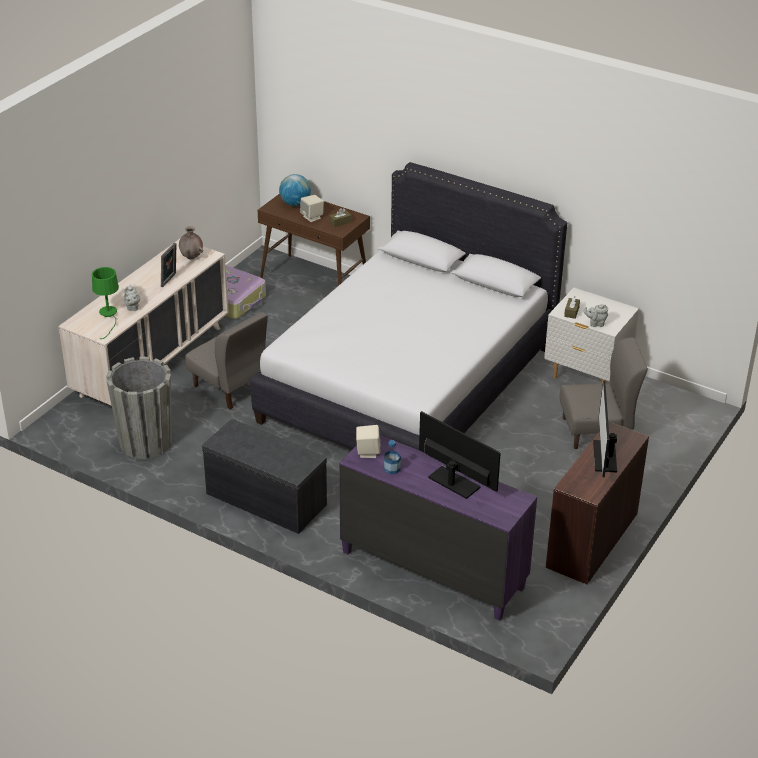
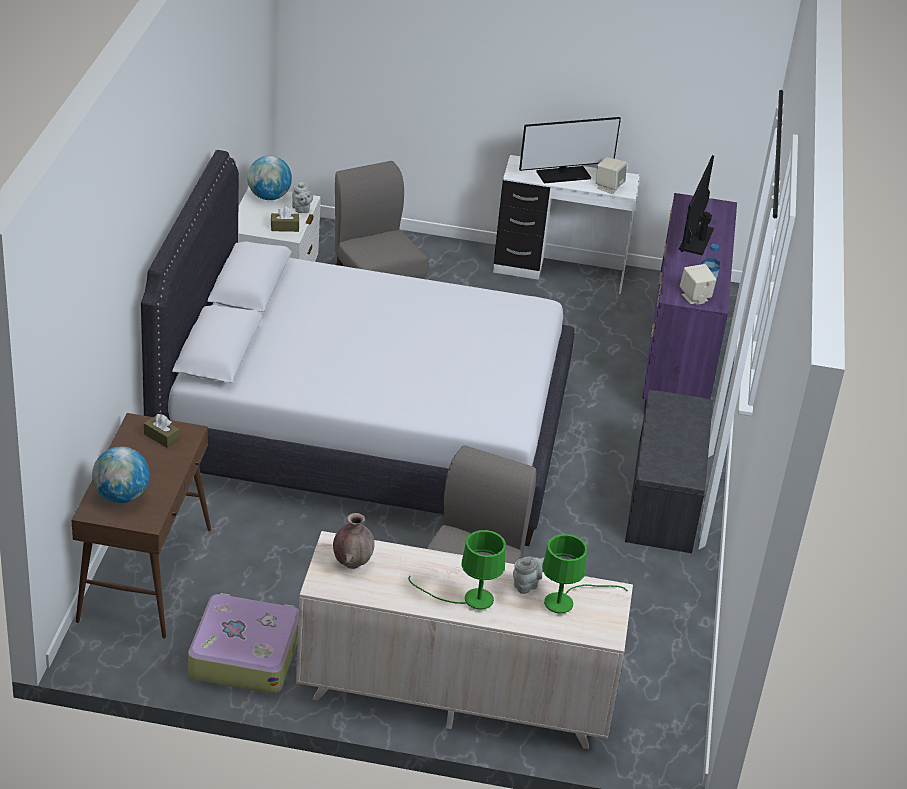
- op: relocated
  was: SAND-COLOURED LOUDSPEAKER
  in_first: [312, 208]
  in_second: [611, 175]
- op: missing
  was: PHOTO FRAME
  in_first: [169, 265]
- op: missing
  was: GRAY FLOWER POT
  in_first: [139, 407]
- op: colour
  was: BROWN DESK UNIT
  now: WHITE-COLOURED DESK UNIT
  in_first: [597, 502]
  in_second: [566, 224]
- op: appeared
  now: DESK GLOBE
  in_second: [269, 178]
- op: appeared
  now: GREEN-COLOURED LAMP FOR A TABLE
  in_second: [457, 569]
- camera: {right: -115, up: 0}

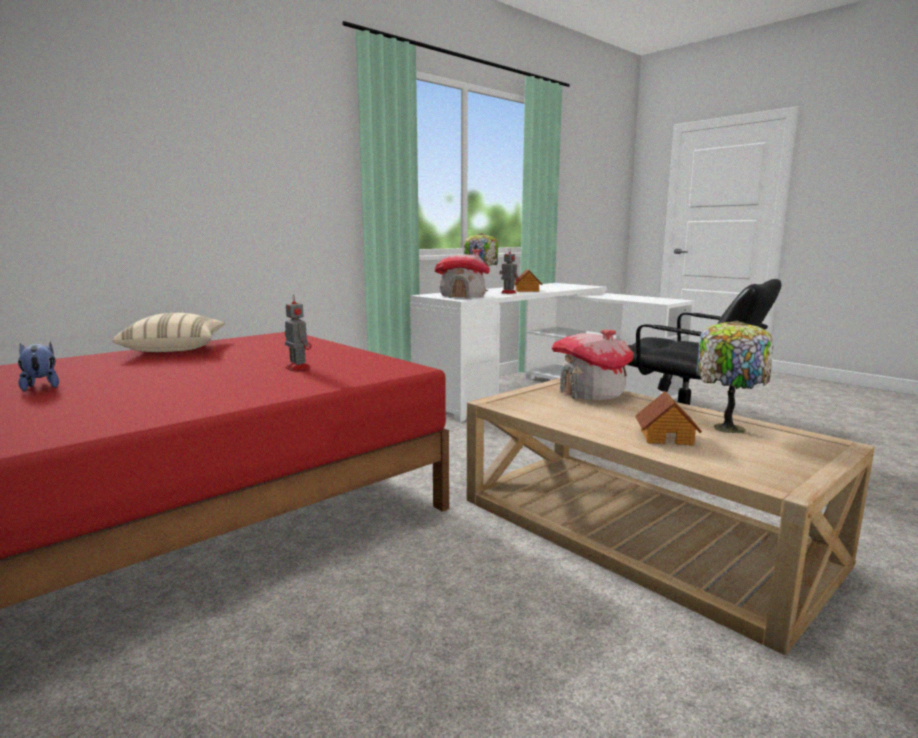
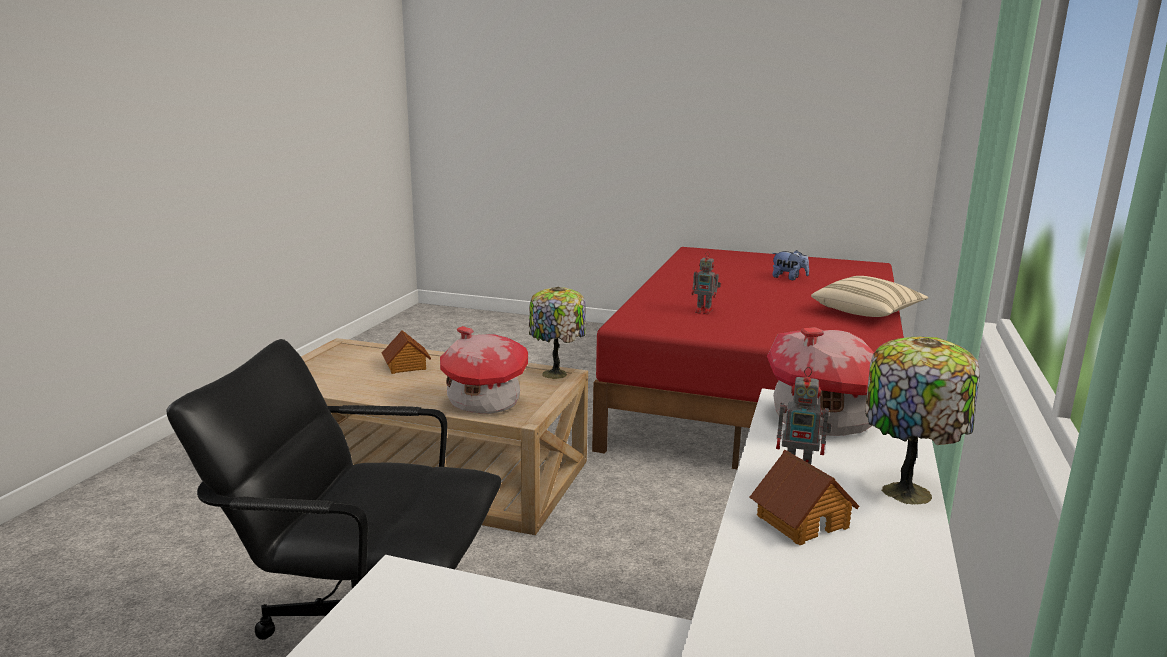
- op: relocated
  was: LAMP FOR A TABLE
  in_first: [734, 376]
  in_second: [557, 333]
- camera: {right: 150, up: 5}

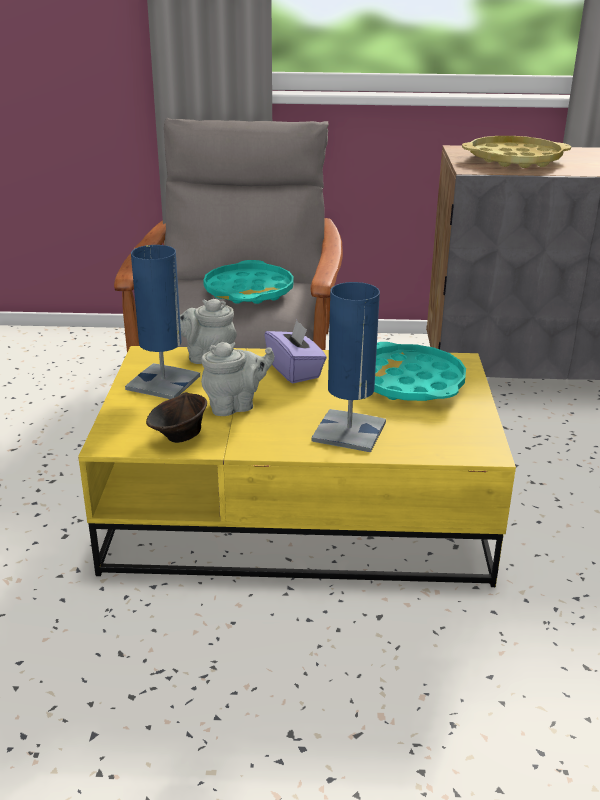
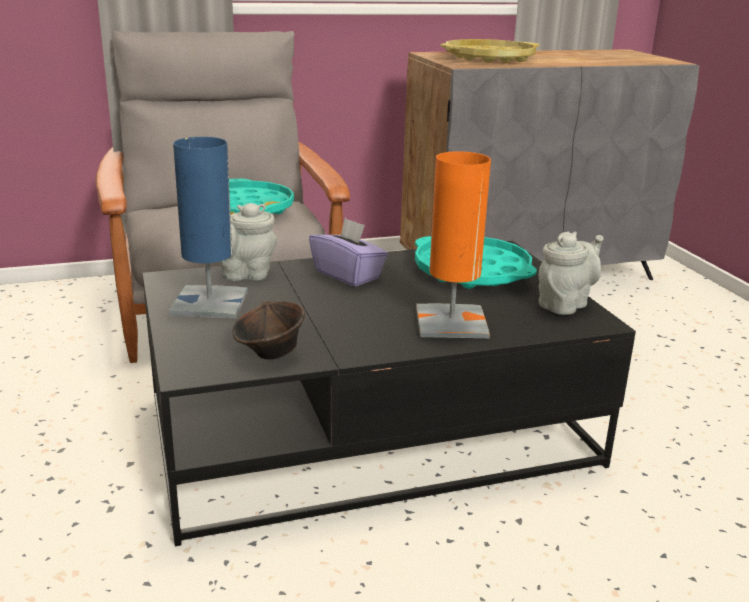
- op: colour
  was: BLUISH LAMP FOR A TABLE
  now: ORANGE LAMP FOR A TABLE
  in_first: [348, 367]
  in_second: [453, 244]
- op: relocated
  was: GRAY TEAPOT
  in_first: [237, 379]
  in_second: [571, 273]
- op: colour
  was: YELLOW-COLOURED LOUNGE TABLE
  now: BLACK-COLOURED LOUNGE TABLE
  in_first: [297, 466]
  in_second: [389, 393]
- camera: {right: -20, up: -5}

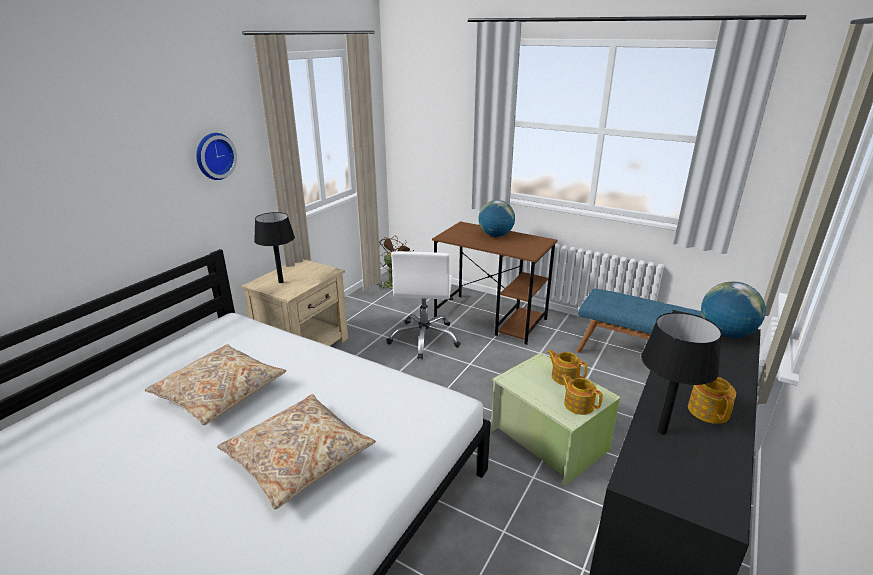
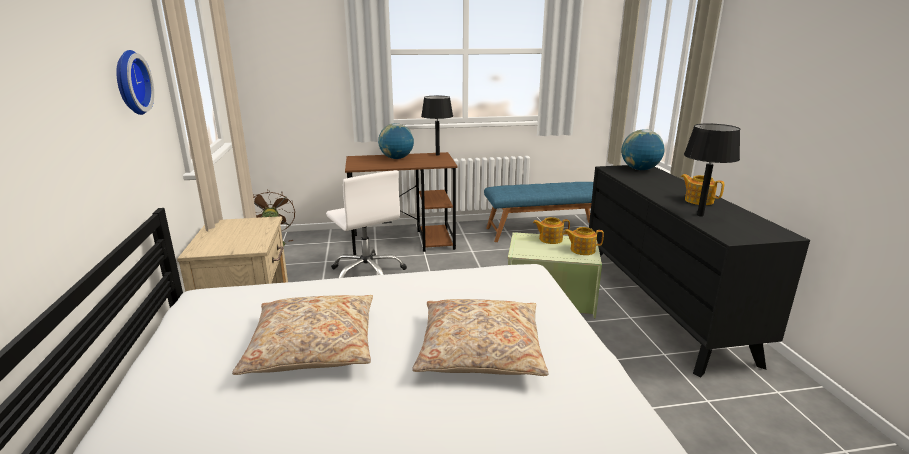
- op: relocated
  was: BLACK-COLOURED LAMP FOR A TABLE
  in_first: [274, 247]
  in_second: [437, 126]
- camera: {right: -40, up: -5}

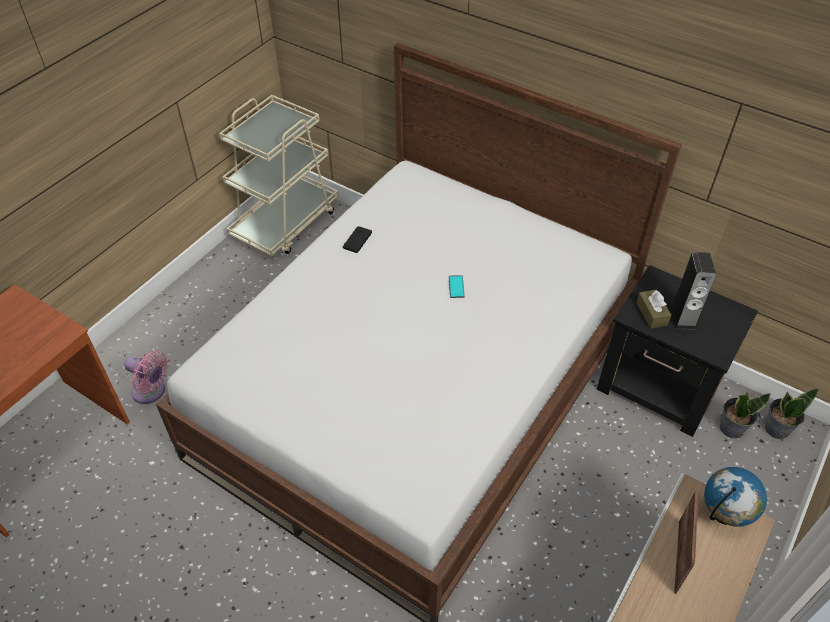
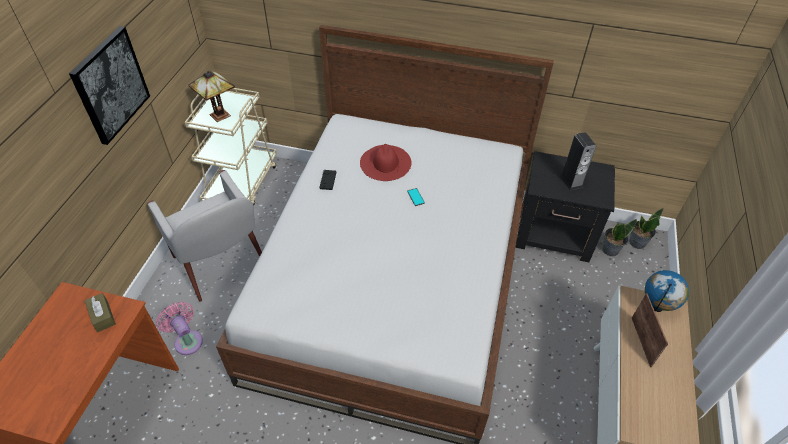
- op: relocated
  was: BROWN TISSUE BOX
  in_first: [654, 309]
  in_second: [100, 312]
- op: spun
  was: PINK COOLING FAN
  in_first: [146, 377]
  in_second: [179, 328]
  clockwise: -135
- op: appeared
  now: WALL ART
  in_second: [109, 85]
- op: appeared
  now: LAMP FOR A TABLE
  in_second: [212, 96]
- op: appeared
  now: REDDISH HAT
  in_second: [386, 162]
- op: appeared
  now: WHITE-COLOURED EASY CHAIR
  in_second: [205, 236]
- camera: {right: -20, up: 0}

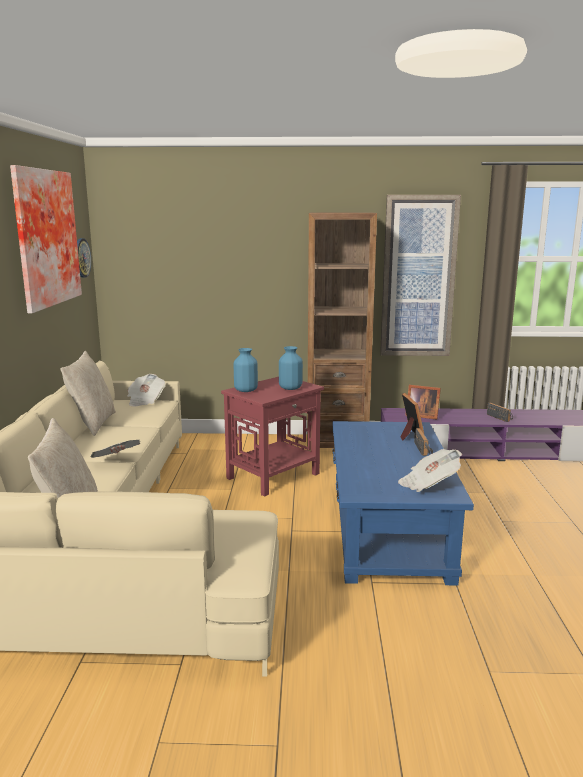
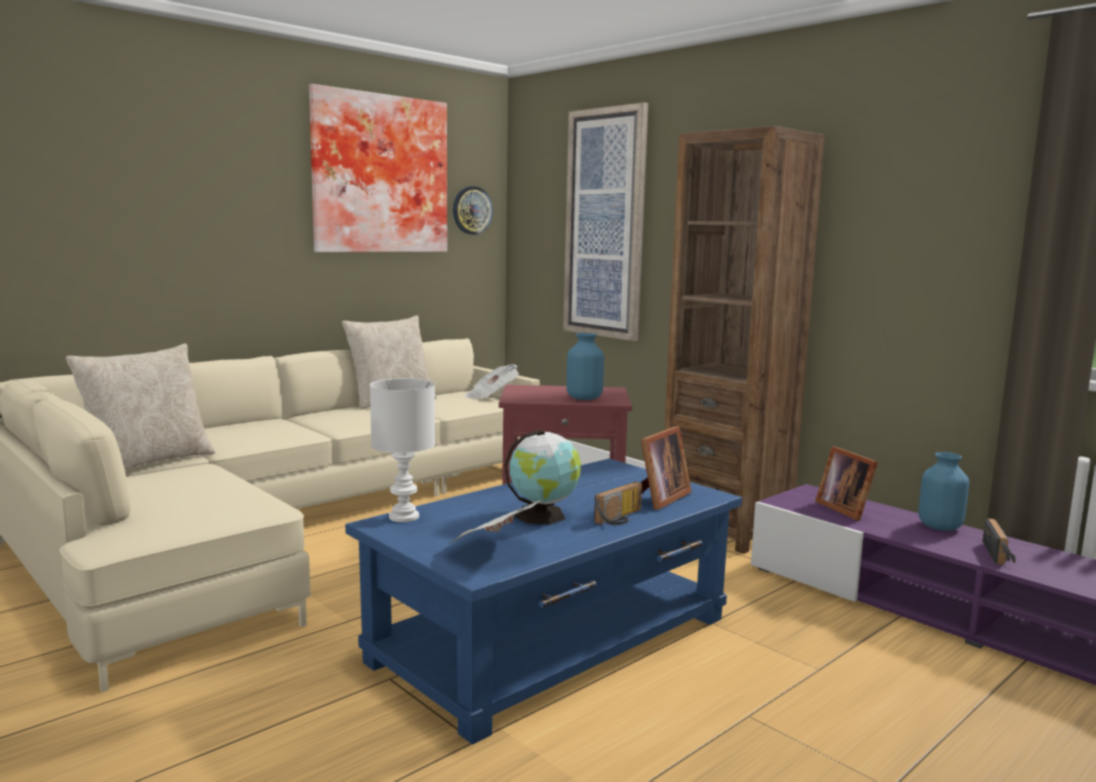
- op: relocated
  was: WALL ART
  in_first: [420, 275]
  in_second: [605, 221]
- op: relocated
  was: BLUISH DECORATIVE VASE
  in_first: [246, 370]
  in_second: [943, 491]
- op: missing
  was: DAILY PAPER
  in_first: [115, 449]
- op: appeared
  now: WHITE-COLOURED LAMP FOR A TABLE
  in_second: [402, 450]
- op: appeared
  now: DESK GLOBE
  in_second: [542, 477]
- camera: {right: 45, up: -5}

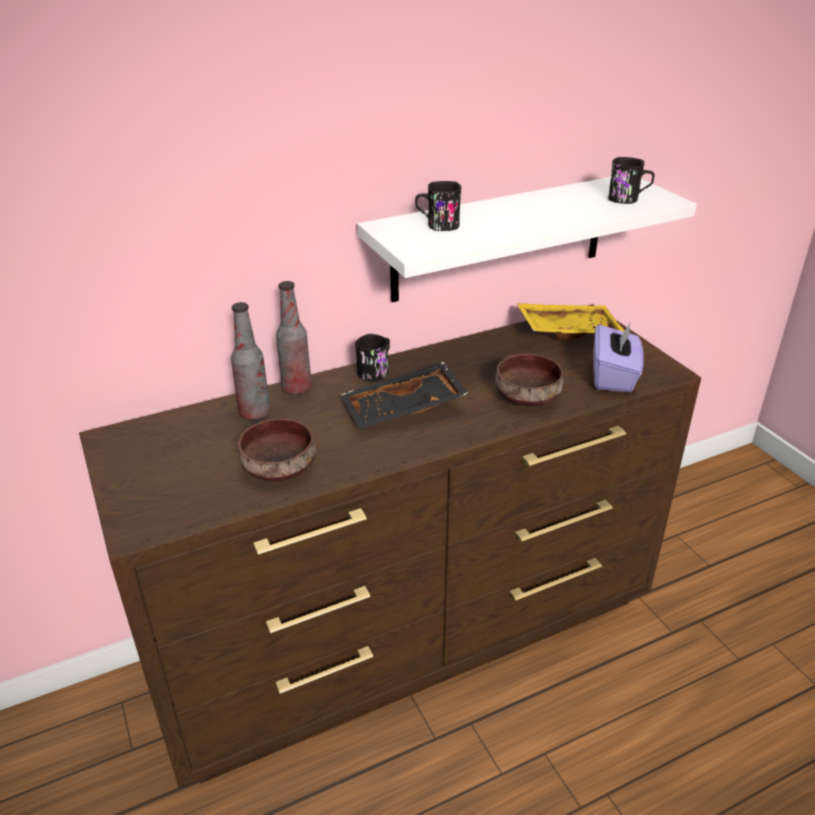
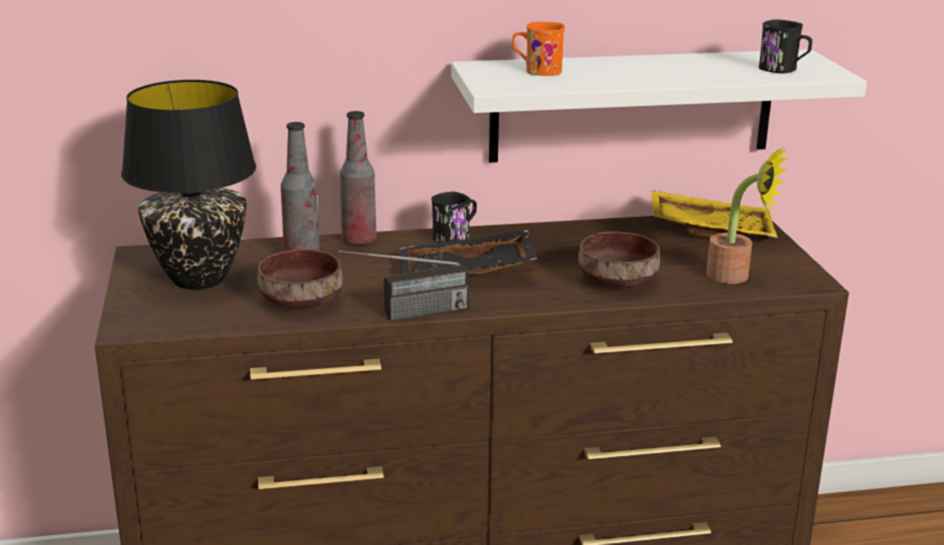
- op: colour
  was: BLACK-COLOURED MUG
  now: ORANGE MUG
  in_first: [438, 206]
  in_second: [538, 49]
- op: exchanged
  was: PURPLE TISSUE BOX
  now: HOUSEPLANT
  in_first: [618, 356]
  in_second: [747, 215]
- op: appeared
  now: BLACK-COLOURED LAMP FOR A TABLE
  in_second: [188, 184]
- op: appeared
  now: RADIO SET
  in_second: [403, 285]
- camera: {right: 15, up: -10}

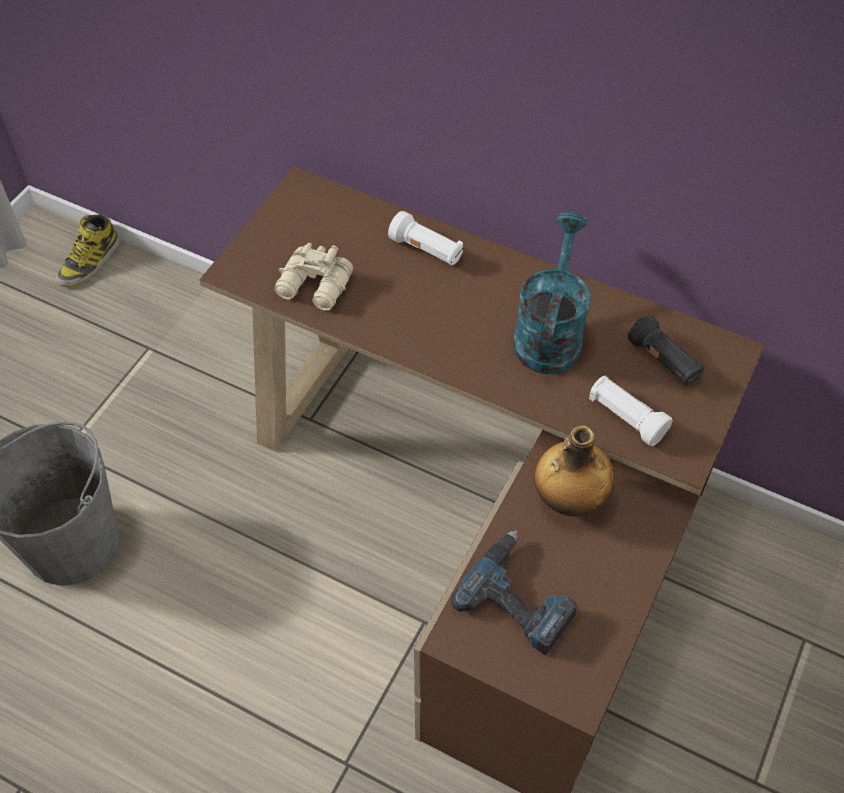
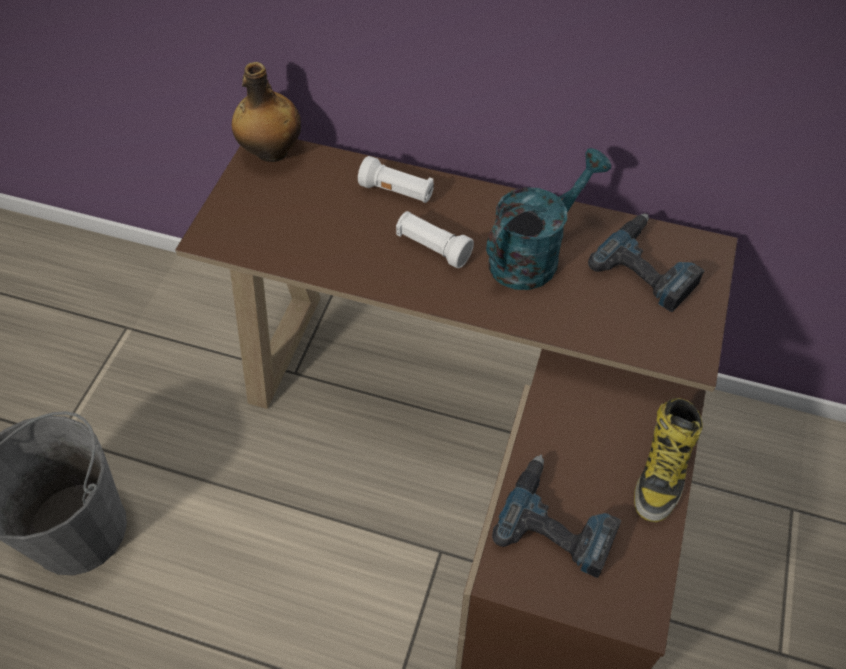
- op: spun
  was: BLUE-GREEN SPRINKLING CAN
  in_first: [552, 293]
  in_second: [548, 219]
  clockwise: 45
- op: relocated
  was: BOOT
  in_first: [88, 250]
  in_second: [668, 460]
- op: missing
  was: SAND-COLOURED FIELD GLASSES
  in_first: [313, 277]
- op: exchanged
  was: BLACK-COLOURED FLASHLIGHT
  now: DRILL
  in_first: [666, 350]
  in_second: [646, 263]
- op: relocated
  was: WHITE-COLOURED FLASHLIGHT
  in_first: [630, 411]
  in_second: [435, 239]
- op: relocated
  was: DRINK BOTTLE
  in_first: [574, 471]
  in_second: [266, 112]
- camera: {right: -10, up: 0}

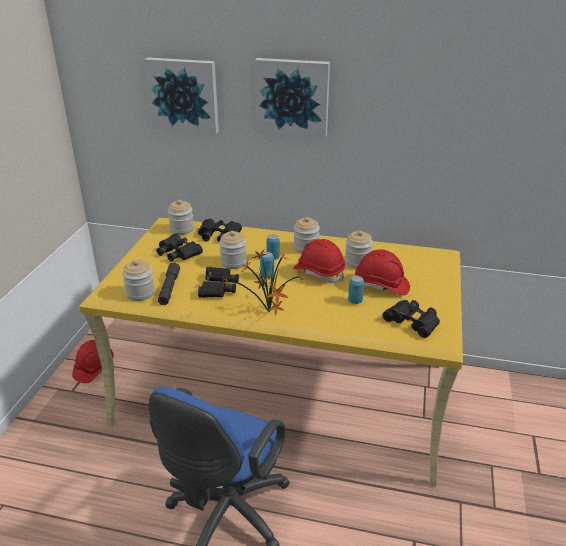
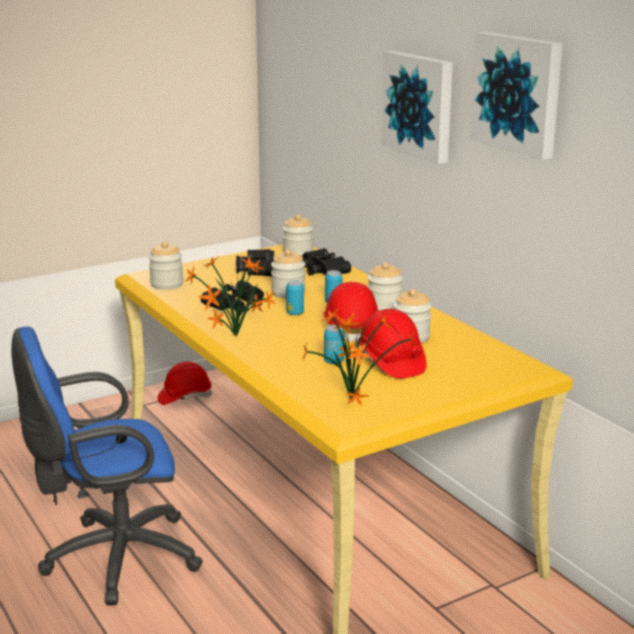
- op: relocated
  was: WALL ART
  in_first: [181, 96]
  in_second: [516, 96]
- op: missing
  was: GRAY FLASHLIGHT
  in_first: [169, 284]
- op: exchanged
  was: BLACK-COLOURED FIELD GLASSES
  now: HOUSEPLANT
  in_first: [411, 319]
  in_second: [358, 356]
- camera: {right: 45, up: -10}

